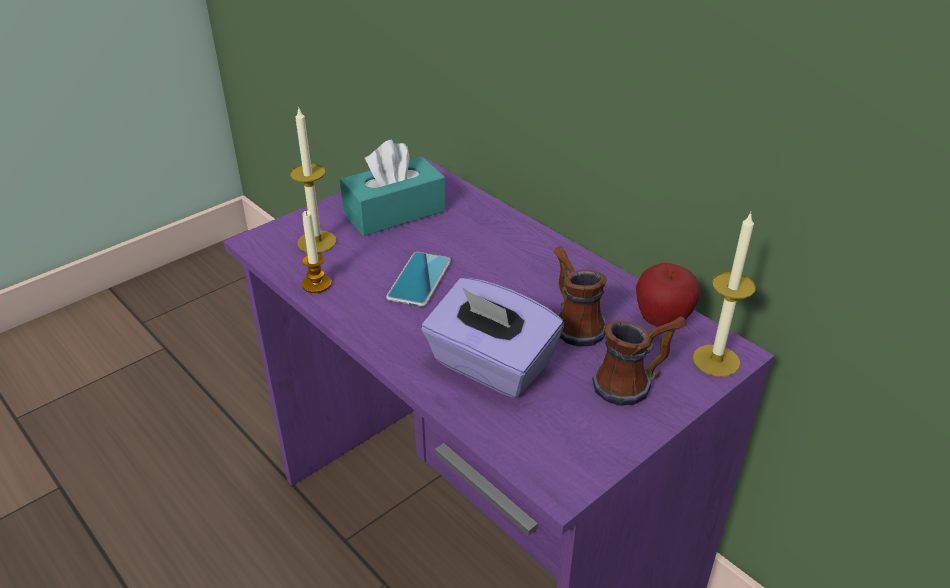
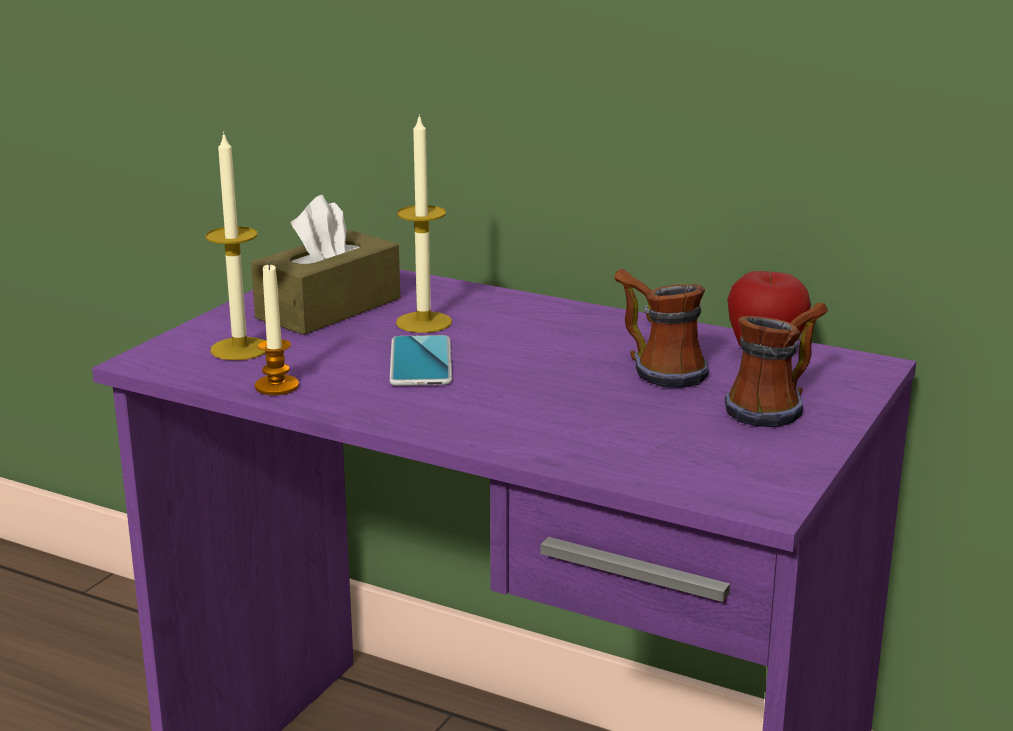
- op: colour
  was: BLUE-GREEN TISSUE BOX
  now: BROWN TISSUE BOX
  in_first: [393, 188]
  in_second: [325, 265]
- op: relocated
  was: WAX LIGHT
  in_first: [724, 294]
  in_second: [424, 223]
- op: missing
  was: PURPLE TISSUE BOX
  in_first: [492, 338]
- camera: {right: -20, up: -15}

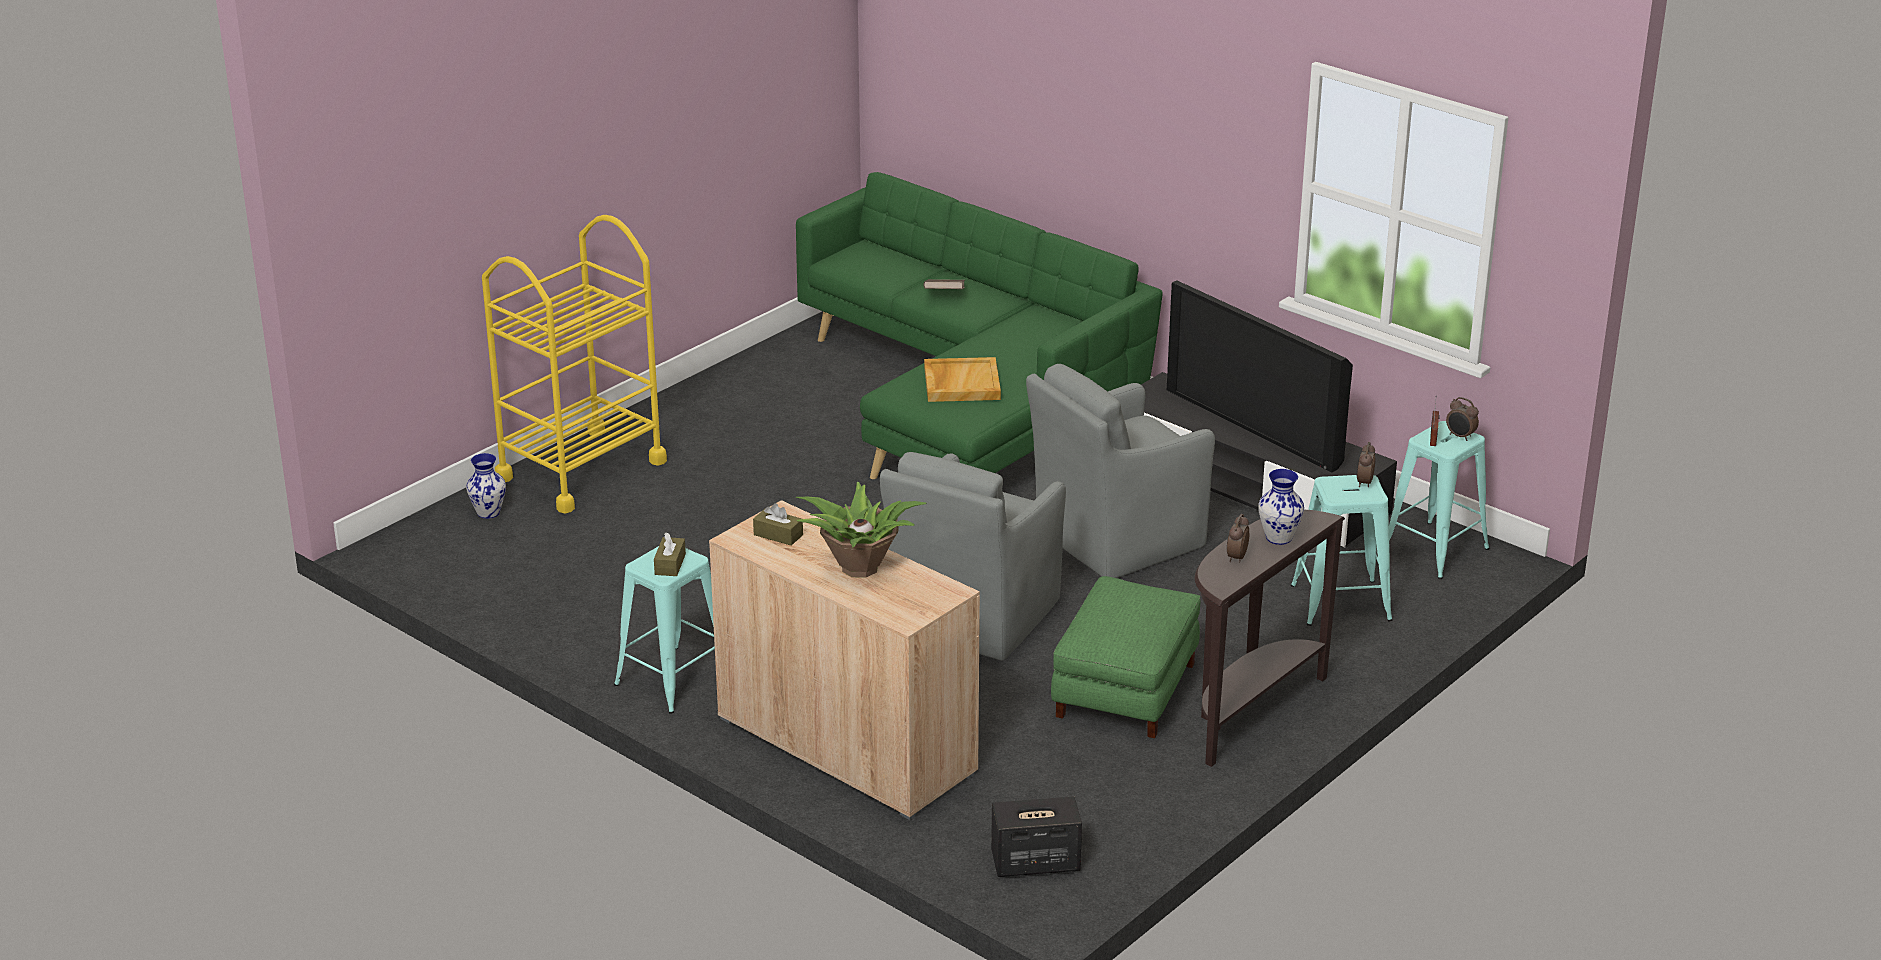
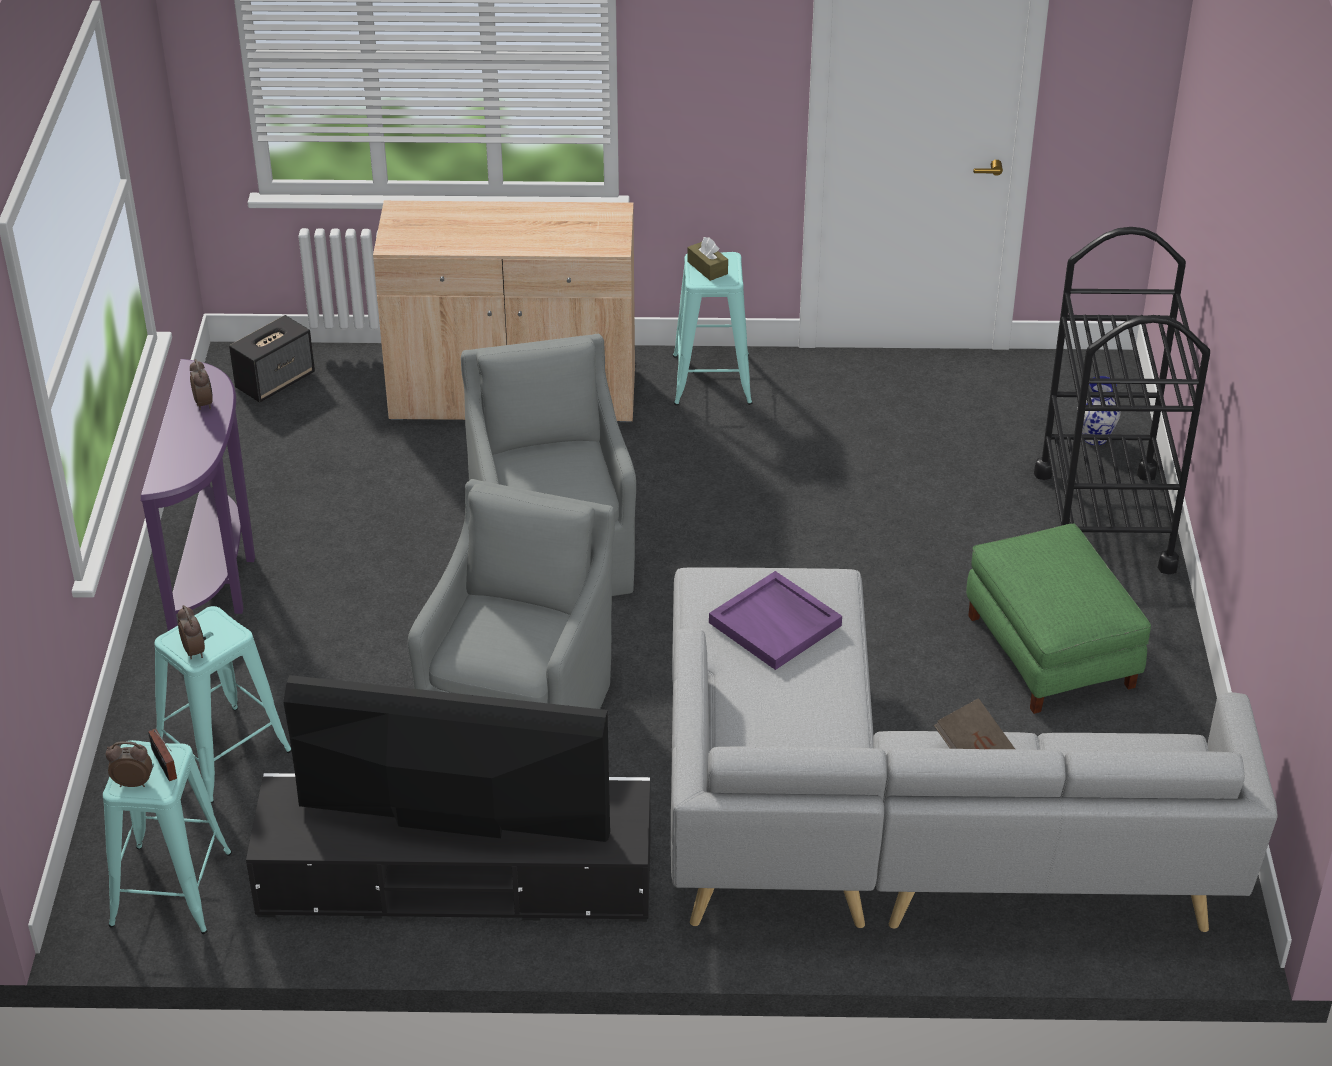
- op: colour
  was: GREEN-COLOURED SOFA
  now: GRAY SOFA
  in_first: [979, 326]
  in_second: [974, 750]
- op: colour
  was: YELLOW-COLOURED WHEELED CART
  now: BLACK-COLOURED WHEELED CART
  in_first: [574, 364]
  in_second: [1122, 400]
- op: colour
  was: SAND-COLOURED CARRYING TRAY
  now: PURPLE CARRYING TRAY
  in_first: [962, 379]
  in_second: [775, 620]
- op: missing
  was: DECORATIVE VASE
  in_first: [1281, 507]
- op: missing
  was: HOUSEPLANT
  in_first: [861, 530]
- op: missing
  was: BROWN TISSUE BOX
  in_first: [778, 524]
- op: colour
  was: BROWN HALL TABLE
  now: PURPLE HALL TABLE
  in_first: [1270, 638]
  in_second: [198, 495]
- op: relocated
  was: GREEN-COLOURED OTTOMAN
  in_first: [1126, 657]
  in_second: [1058, 619]
- camera: {right: 140, up: 10}

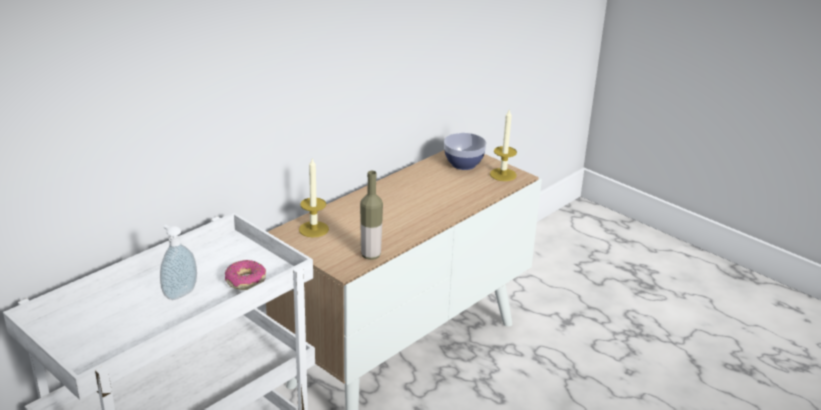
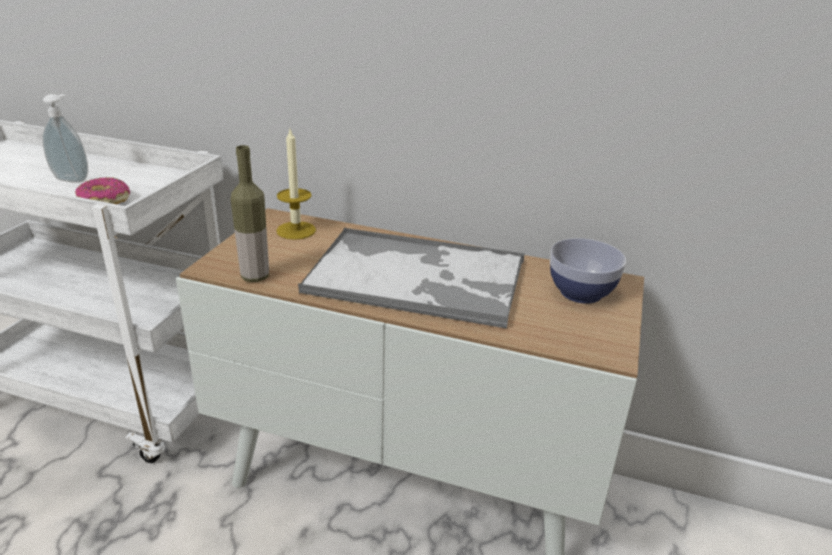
- op: missing
  was: WAX LIGHT
  in_first: [503, 145]
- op: appeared
  now: CARRYING TRAY
  in_second: [411, 278]
- camera: {right: 65, up: 0}

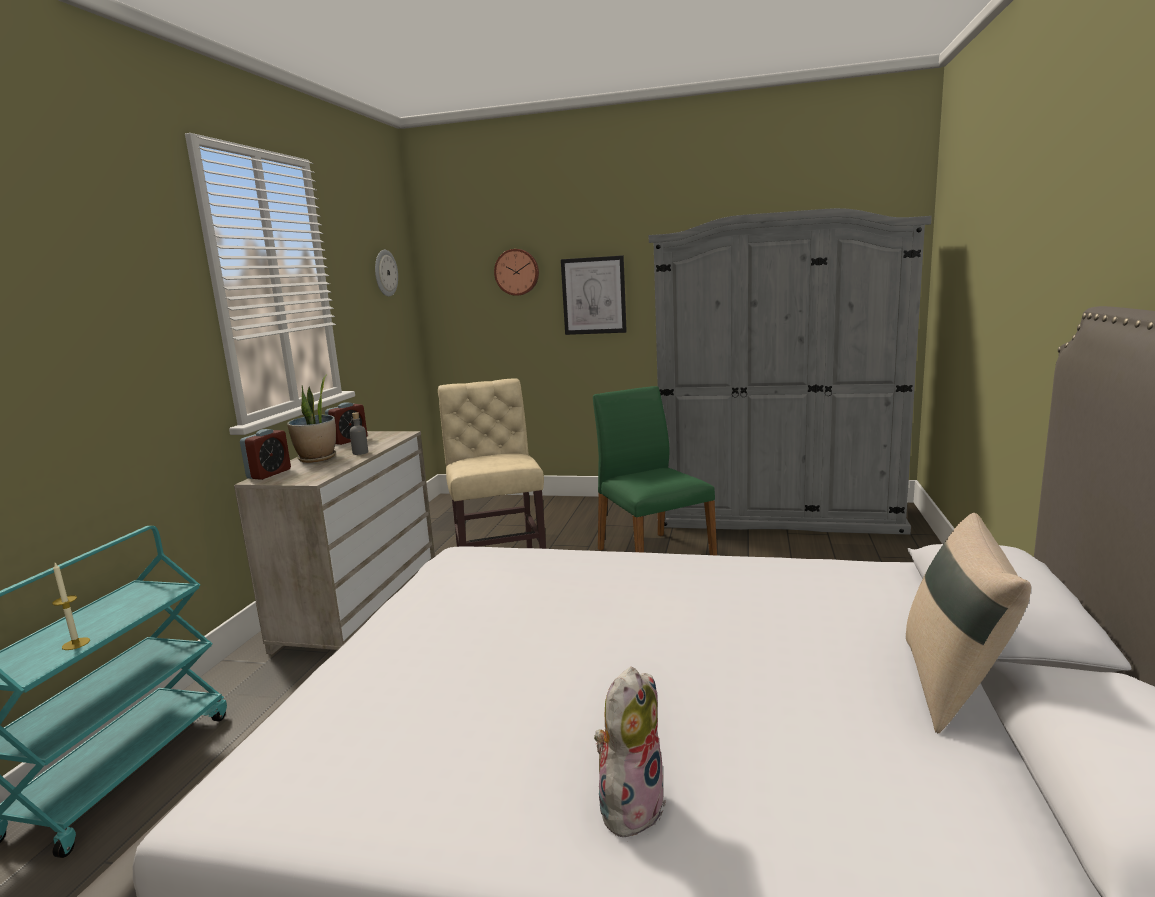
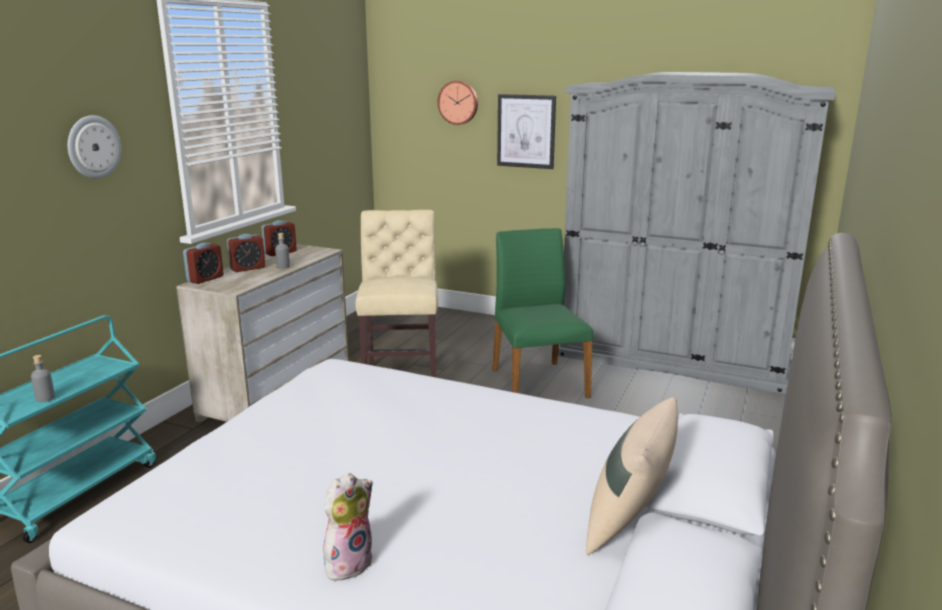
- op: relocated
  was: HANGING CLOCK
  in_first: [386, 273]
  in_second: [94, 147]
- op: exchanged
  was: HOUSEPLANT
  now: TABLE CLOCK
  in_first: [311, 419]
  in_second: [246, 253]
- op: exchanged
  was: WAX LIGHT
  now: GRAY DRINK BOTTLE
  in_first: [71, 606]
  in_second: [43, 378]
- camera: {right: 10, up: 5}

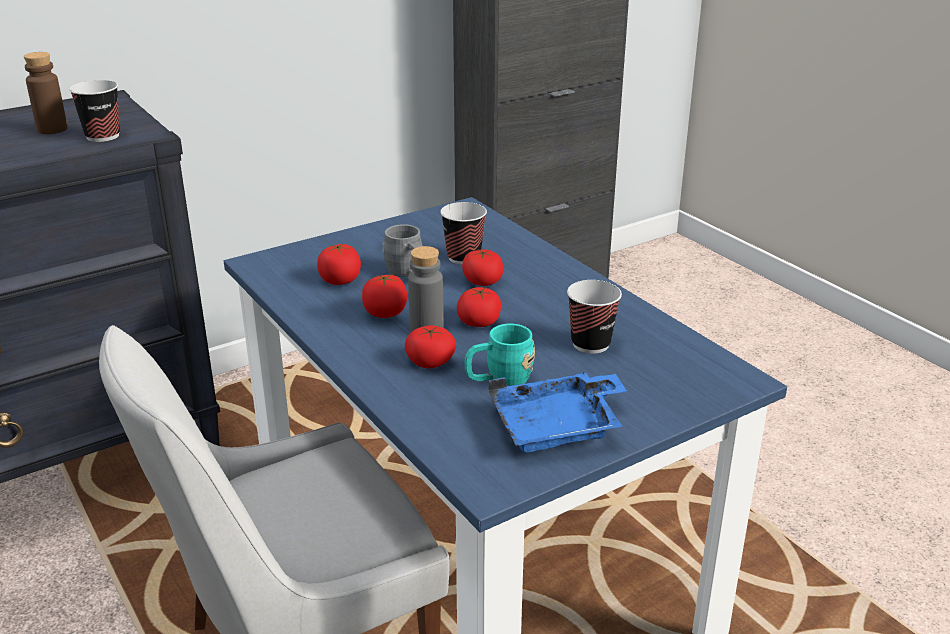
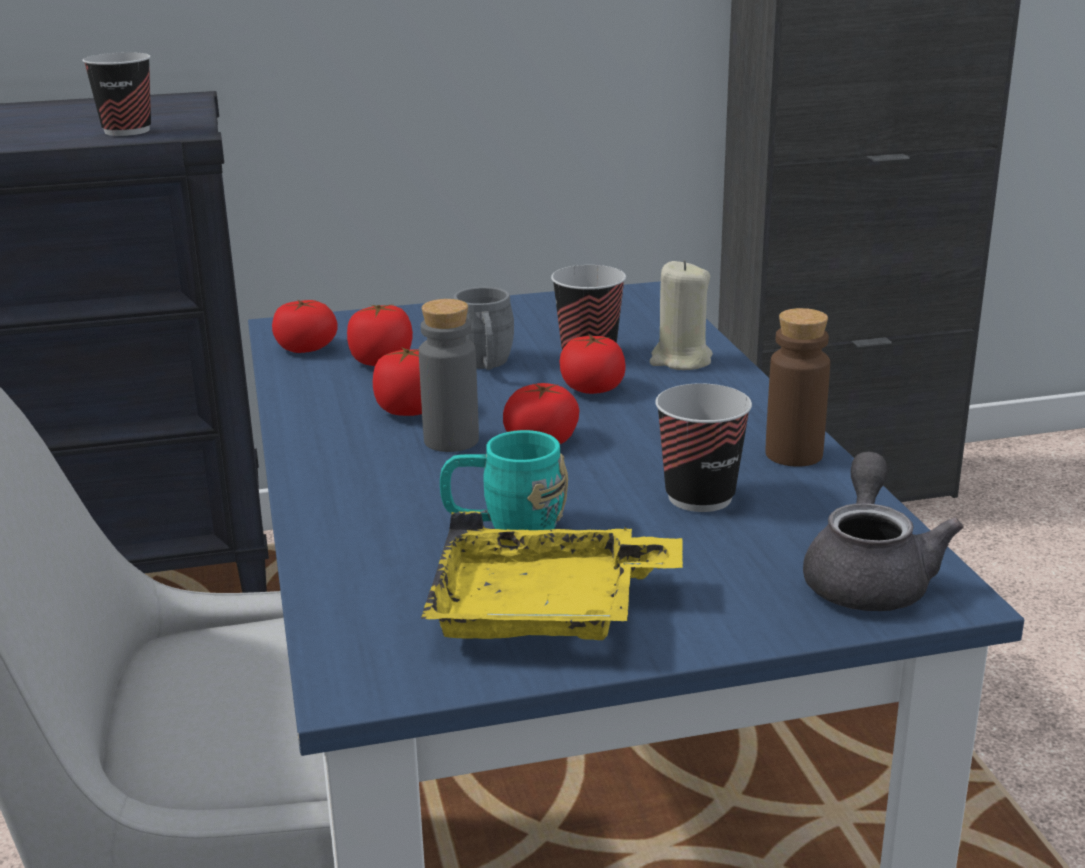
- op: relocated
  was: BROWN DRINK BOTTLE
  in_first: [46, 93]
  in_second: [798, 387]
- op: relocated
  was: FRESH TOMATO
  in_first: [430, 346]
  in_second: [304, 326]
- op: colour
  was: BLUISH CARRYING TRAY
  now: YELLOW-COLOURED CARRYING TRAY
  in_first: [557, 412]
  in_second: [552, 575]
- op: appeared
  now: SAND-COLOURED WAX LIGHT
  in_second: [681, 315]
- op: appeared
  now: GRAY TEAPOT
  in_second: [883, 531]
- camera: {right: 20, up: -5}

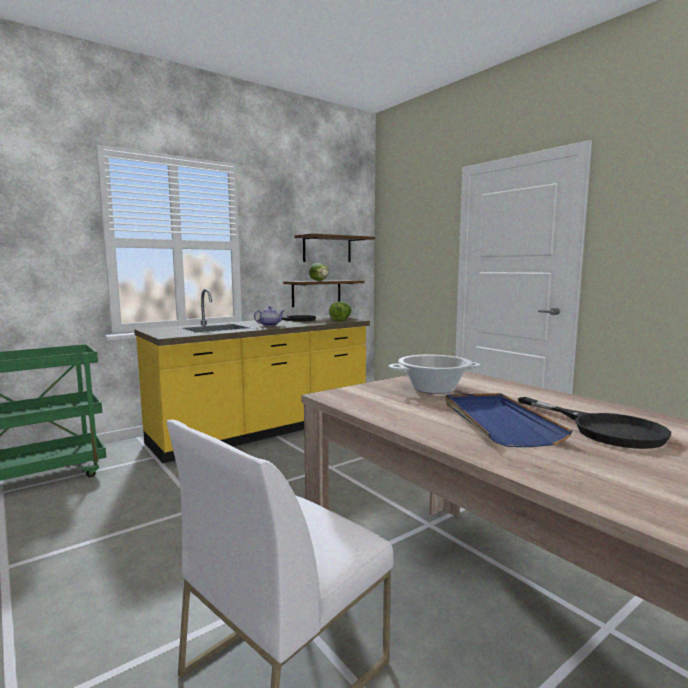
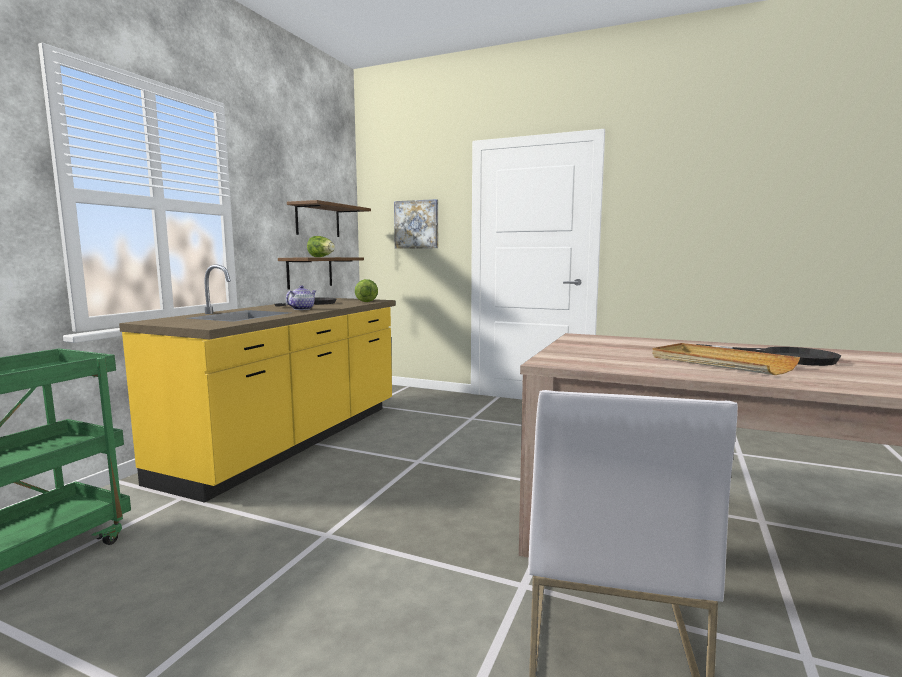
- op: missing
  was: STOCKPOT
  in_first: [435, 374]
- op: colour
  was: BLUISH CARRYING TRAY
  now: SAND-COLOURED CARRYING TRAY
  in_first: [509, 420]
  in_second: [726, 359]
- op: appeared
  now: WALL ART
  in_second: [416, 224]
- camera: {right: -30, up: 0}

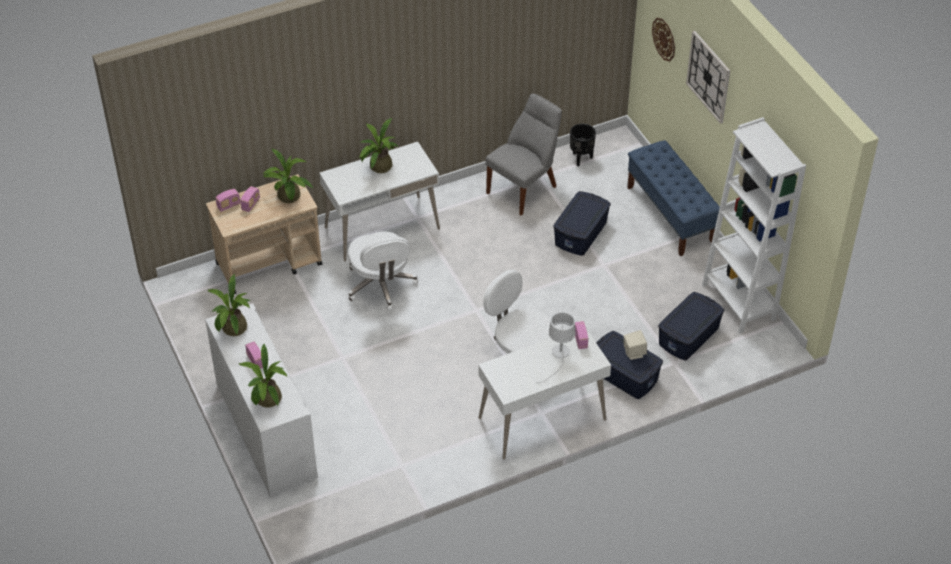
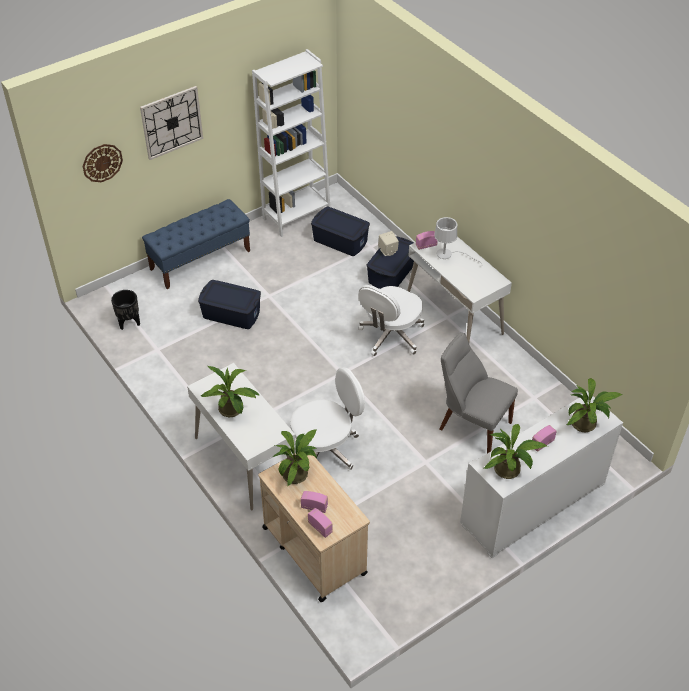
- op: relocated
  was: GRAY UPRIGHT CHAIR
  in_first: [523, 154]
  in_second: [478, 393]
- camera: {right: -100, up: 0}

